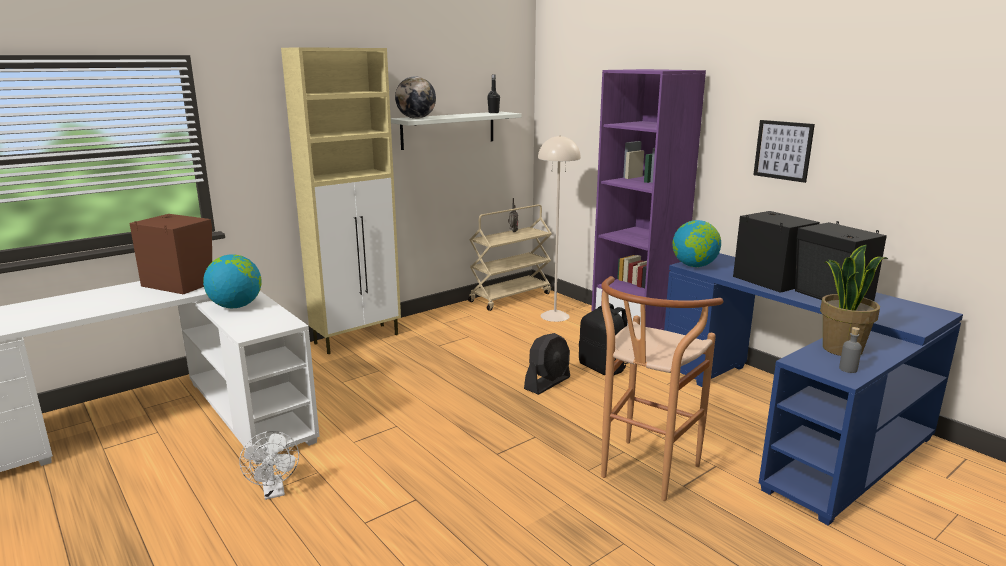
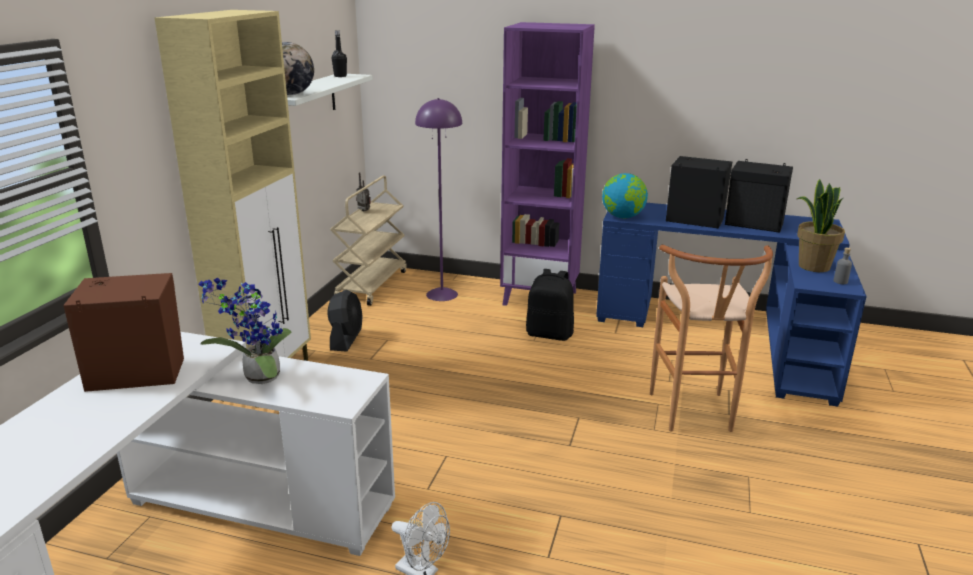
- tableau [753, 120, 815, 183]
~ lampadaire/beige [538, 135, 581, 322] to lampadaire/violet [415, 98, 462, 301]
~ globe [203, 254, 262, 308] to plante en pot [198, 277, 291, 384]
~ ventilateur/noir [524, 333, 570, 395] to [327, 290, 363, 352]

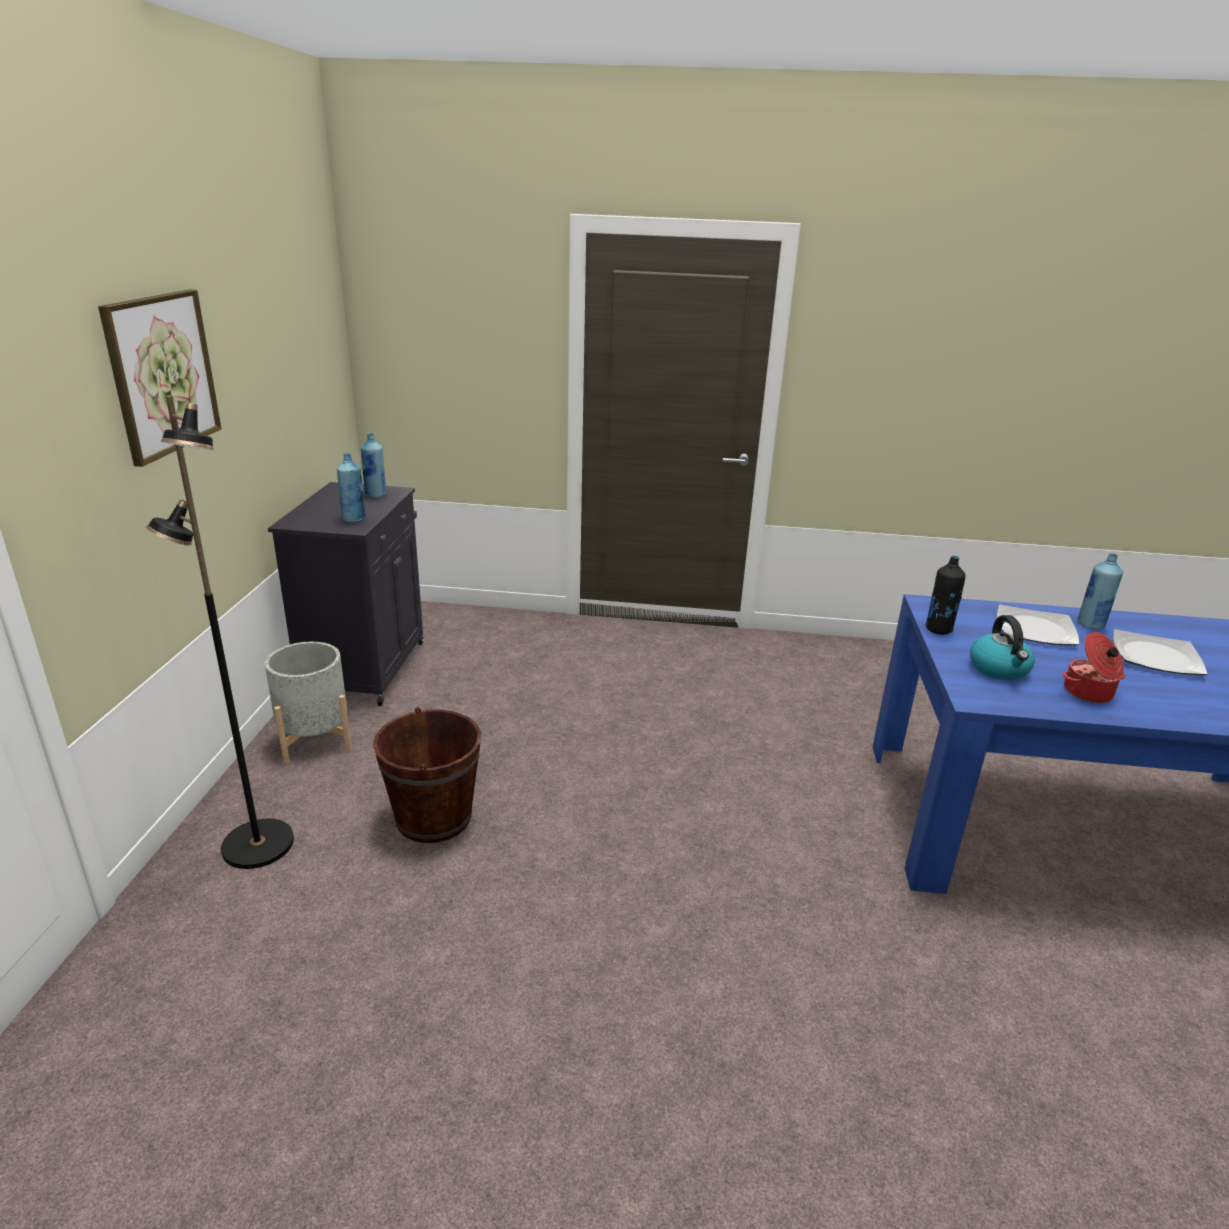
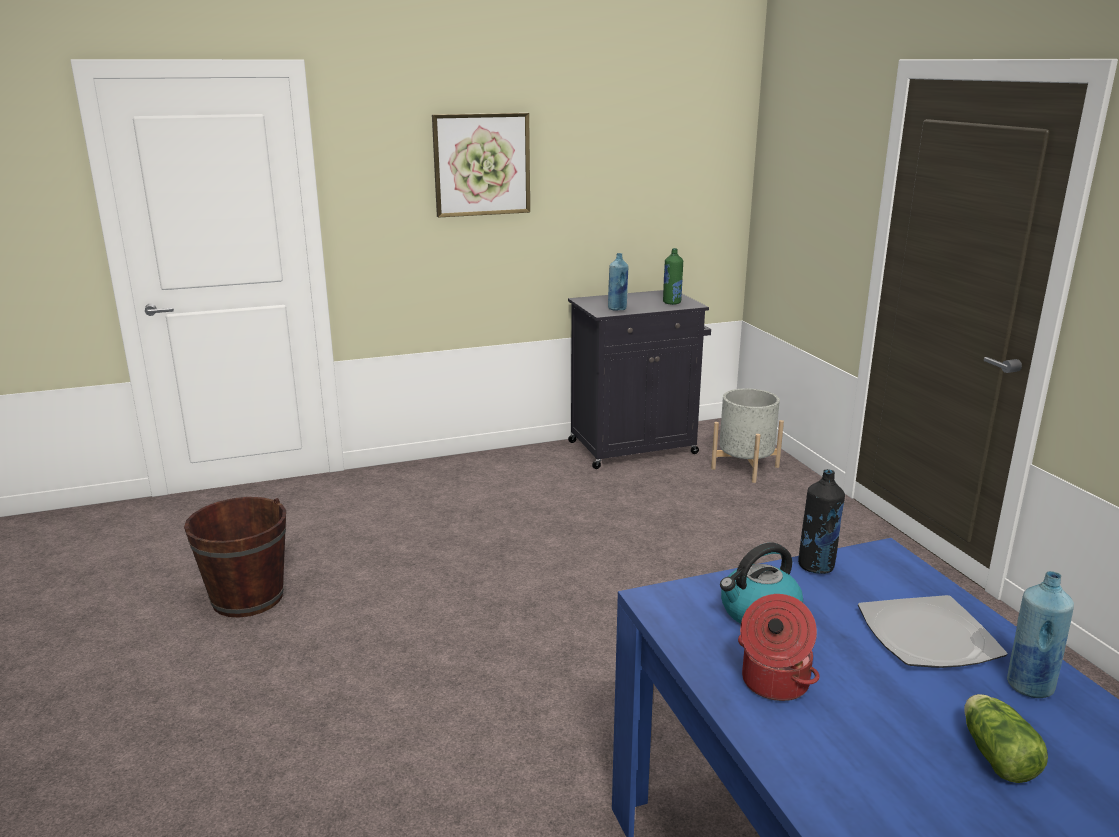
- lampadaire/noir [146, 395, 294, 869]
~ bouteille/bleu [361, 433, 386, 498] to bouteille/vert [663, 248, 683, 305]
~ assiette [1113, 629, 1207, 676] to laitue [964, 694, 1048, 783]
~ cache-pot/gris [265, 642, 352, 764] to [711, 388, 784, 483]
~ seau/marron [373, 707, 481, 843] to [184, 497, 286, 618]

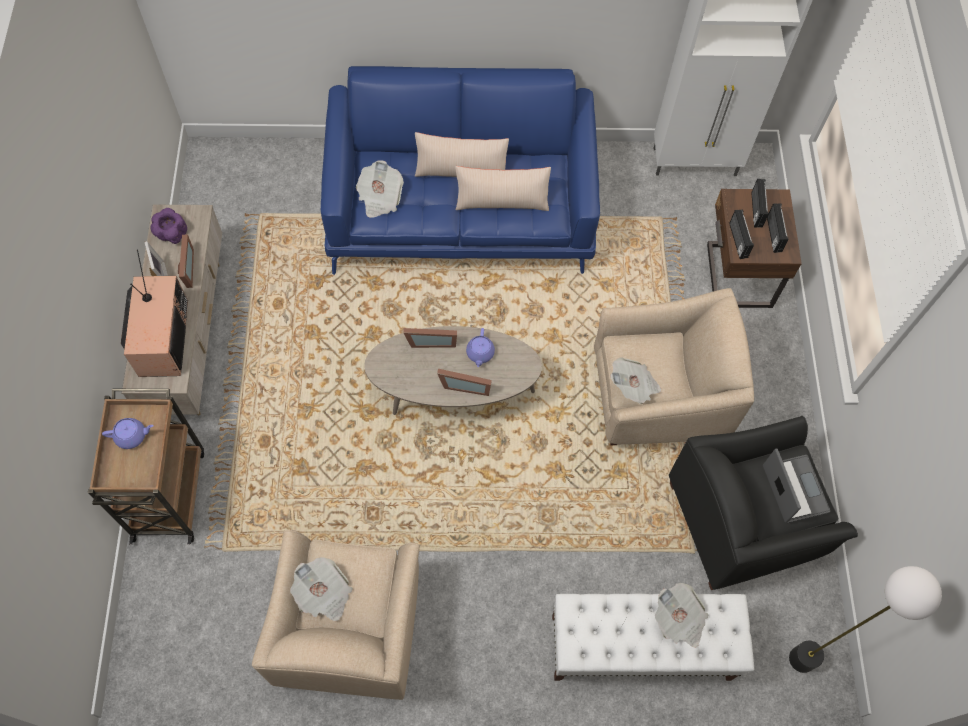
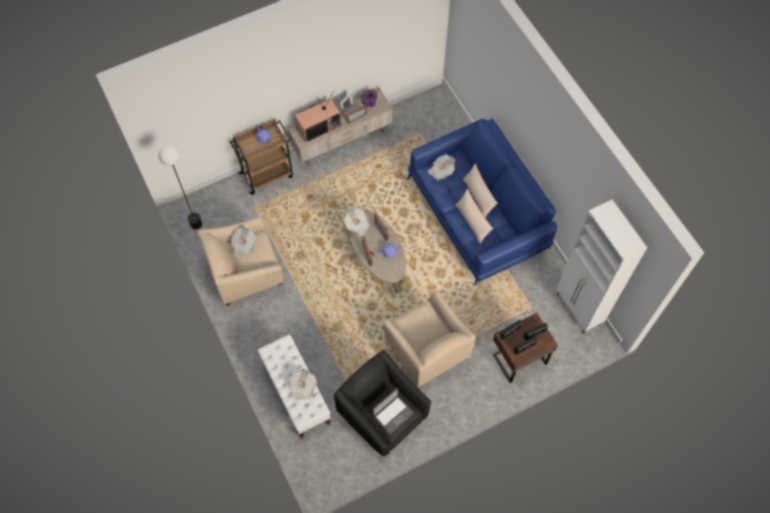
~ journal [610, 357, 661, 404] to [344, 208, 370, 237]
~ lampadaire [789, 566, 942, 673] to [158, 144, 202, 229]

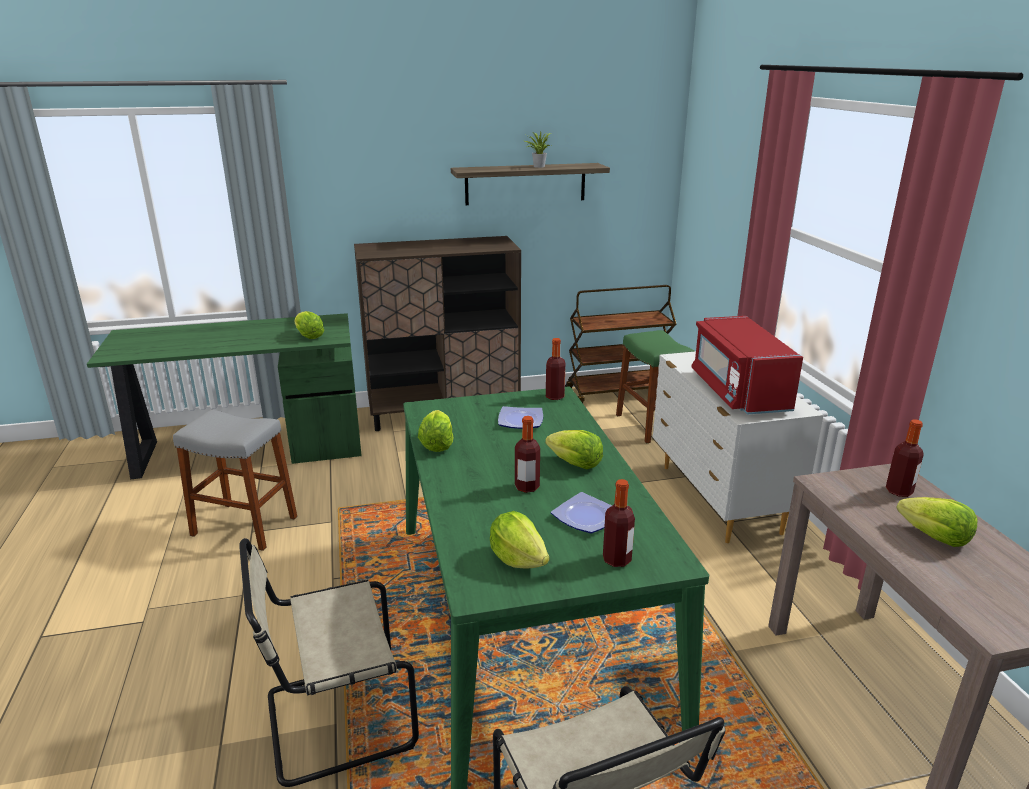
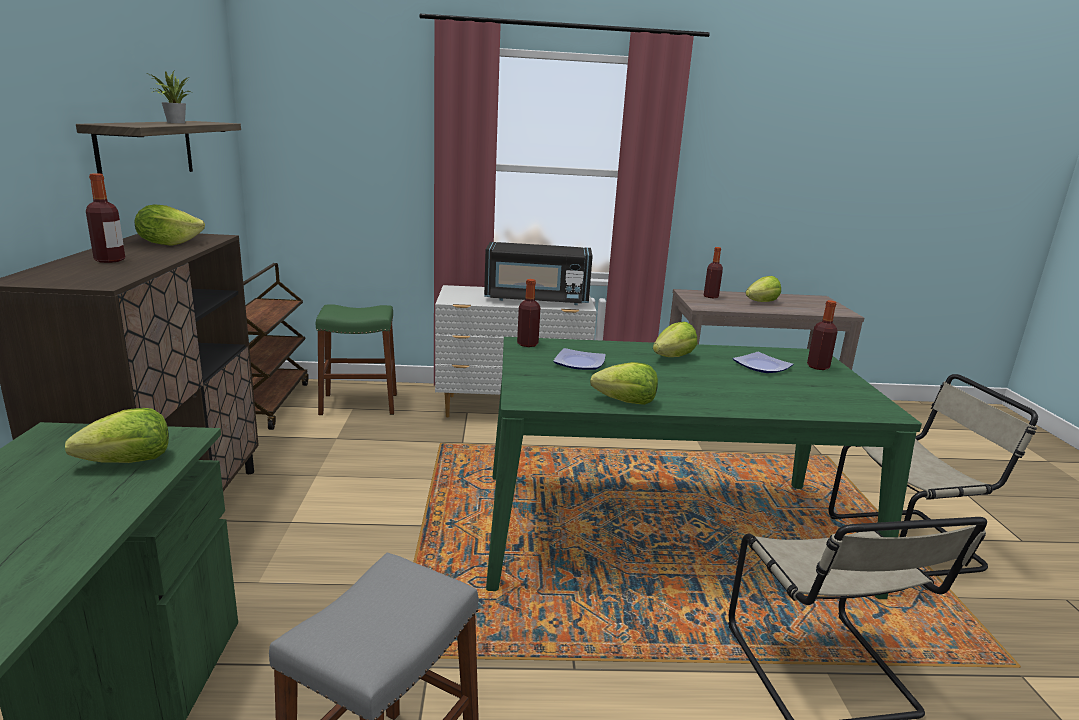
~ micro-ondes/rouge [691, 316, 803, 415] to micro-ondes/noir [484, 242, 593, 305]
~ bouteille [515, 416, 540, 493] to [86, 173, 125, 263]
~ laitue [490, 511, 550, 568] to [135, 204, 205, 246]

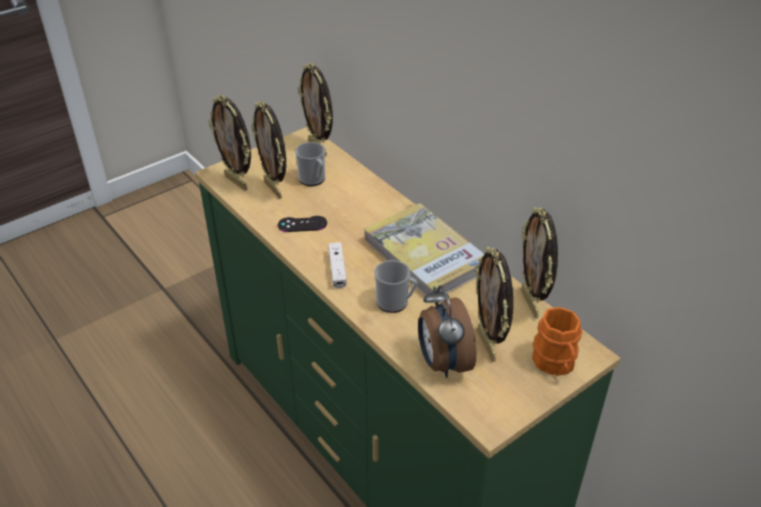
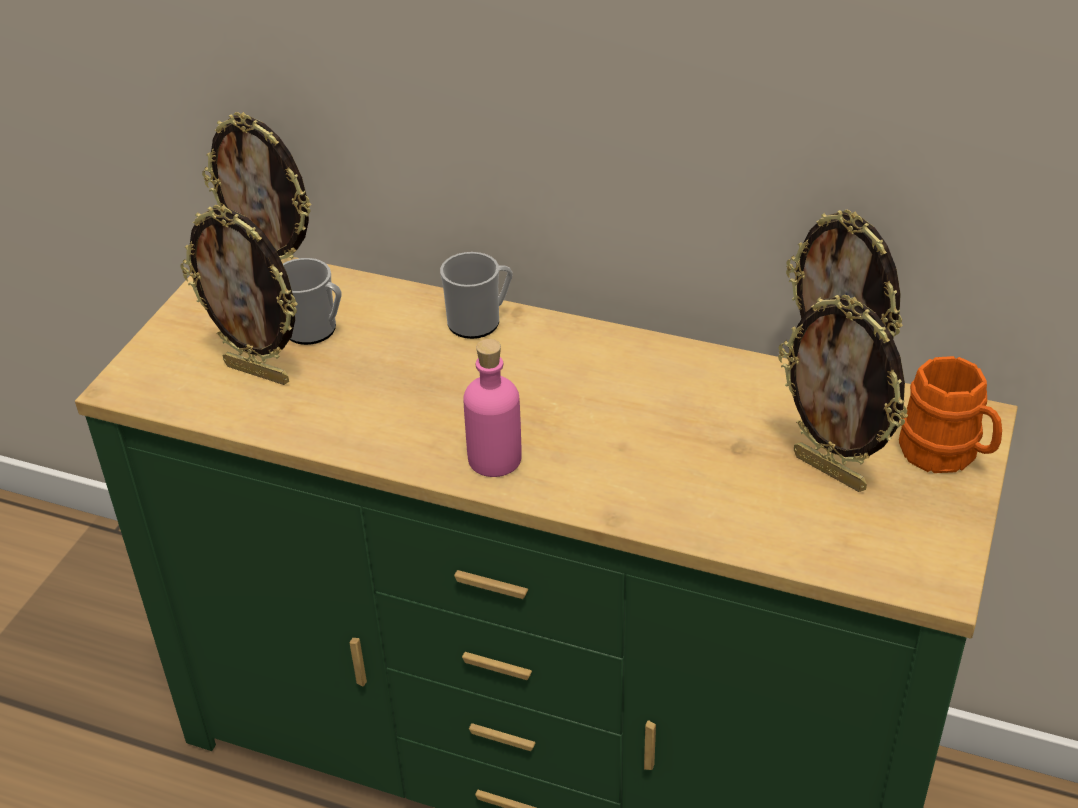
- cadre photo [208, 95, 251, 191]
- livre [364, 203, 485, 295]
- manette/noir [278, 216, 327, 232]
~ manette/blanc [328, 242, 347, 288] to bouteille/rose [463, 339, 522, 477]
~ mug [374, 260, 418, 313] to [440, 252, 512, 339]
- réveil [418, 285, 476, 378]

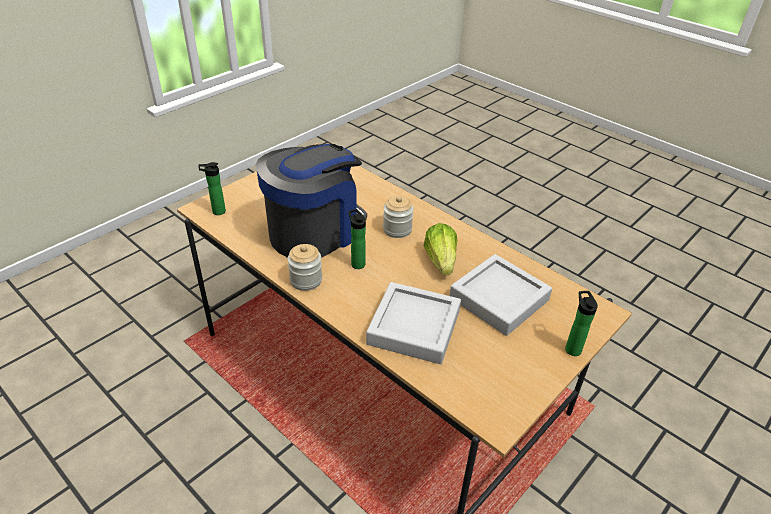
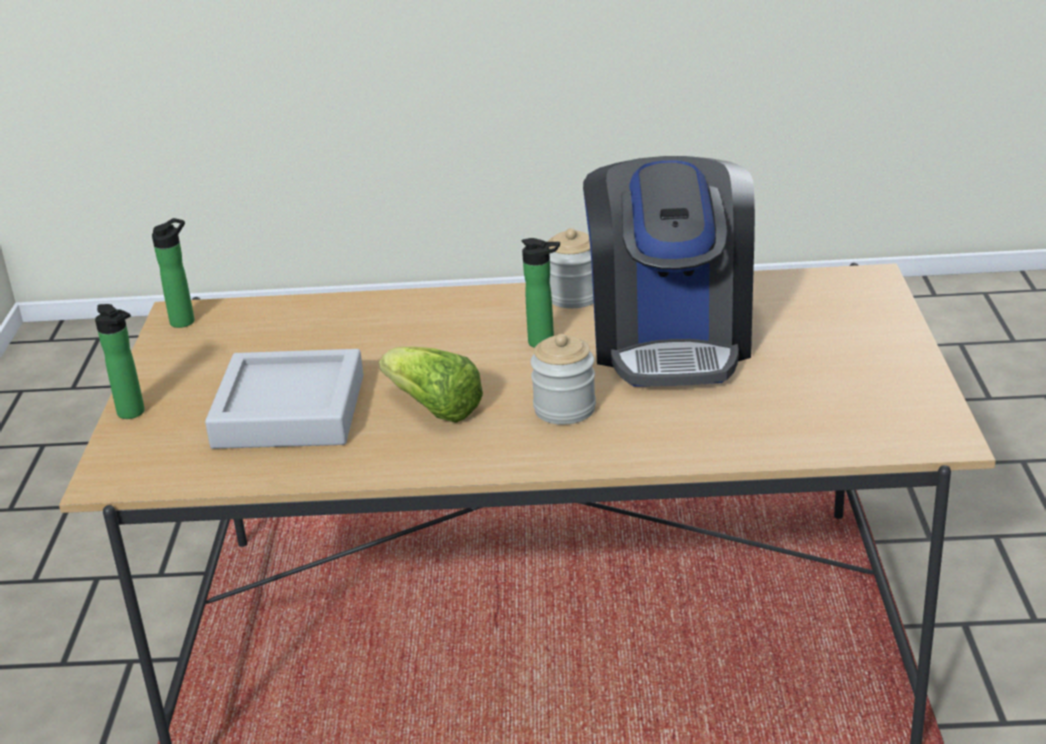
~ bouteille [198, 162, 226, 215] to [152, 218, 195, 328]
- plateau/gris [366, 282, 461, 364]

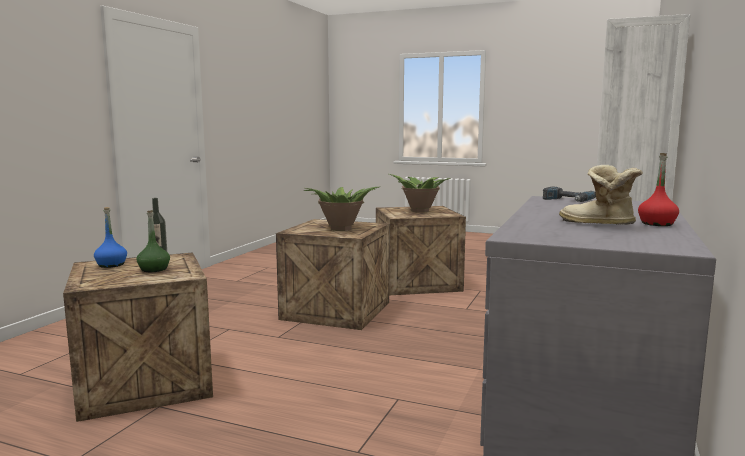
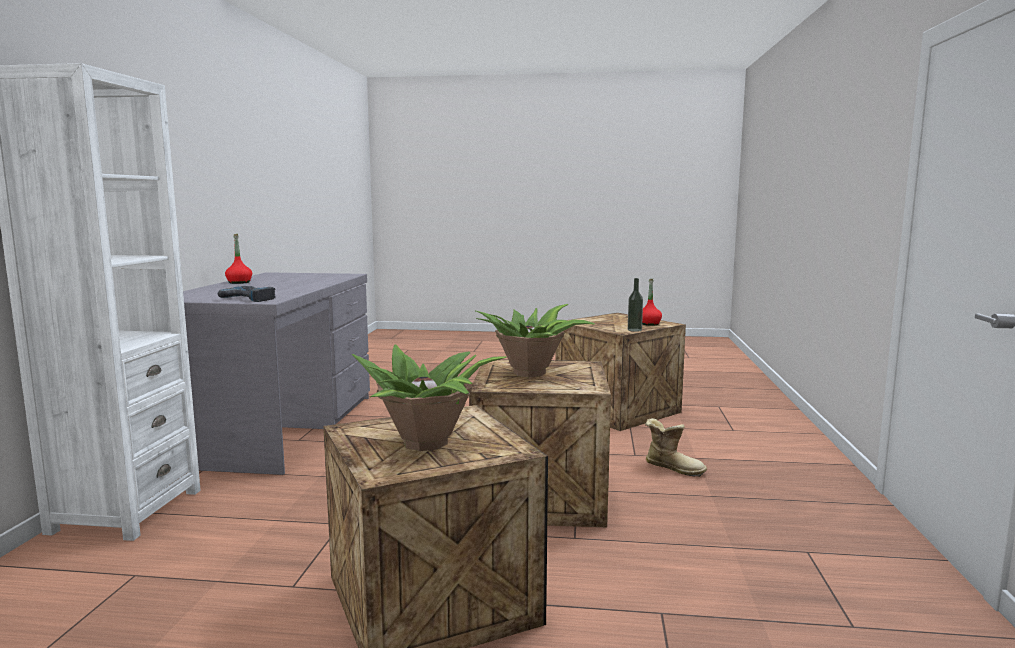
~ botte [559, 165, 643, 225] to [645, 418, 707, 477]
~ bouteille/bleu [94, 207, 127, 268] to bouteille/rouge [642, 279, 662, 326]
- bouteille/vert [136, 210, 170, 272]

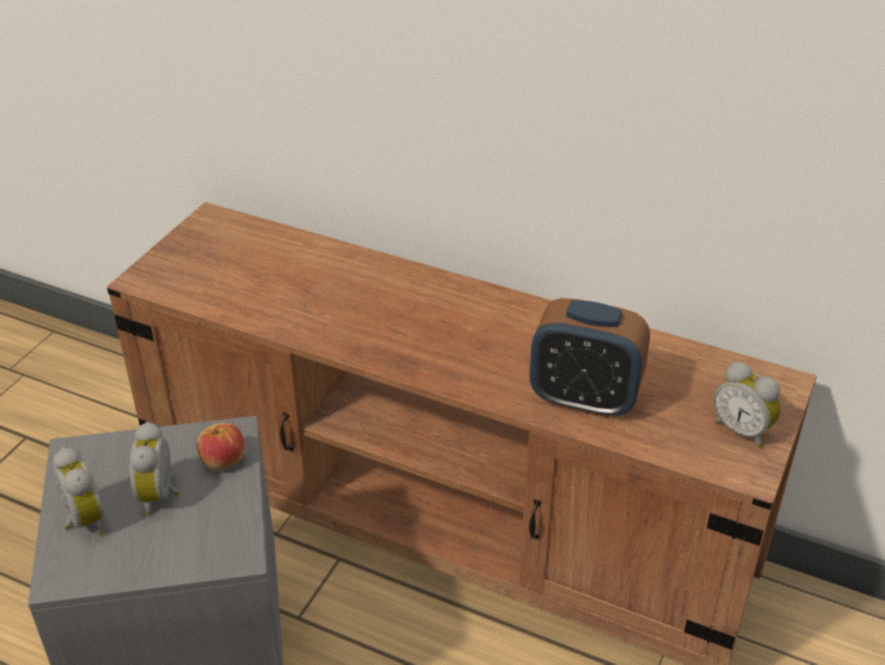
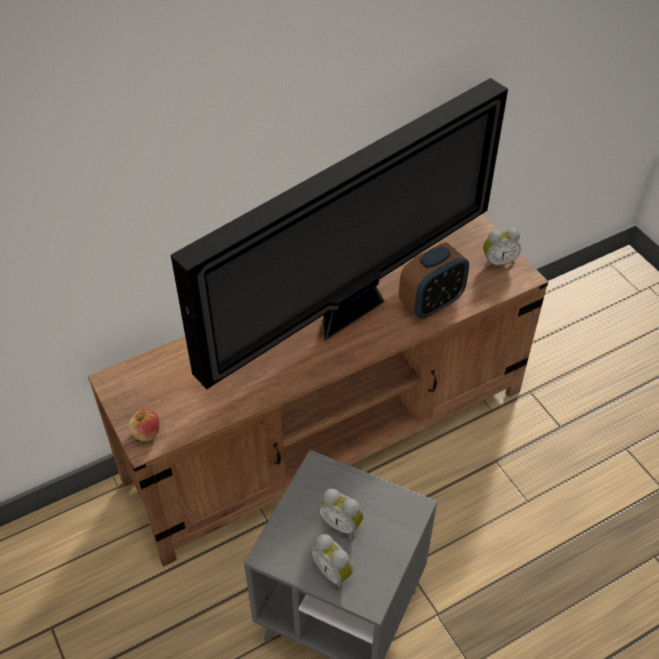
~ pomme [197, 423, 245, 470] to [129, 409, 160, 441]
~ réveil [53, 447, 105, 535] = [311, 534, 353, 590] 135 degrees counterclockwise
+ téléviseur [171, 78, 508, 389]

